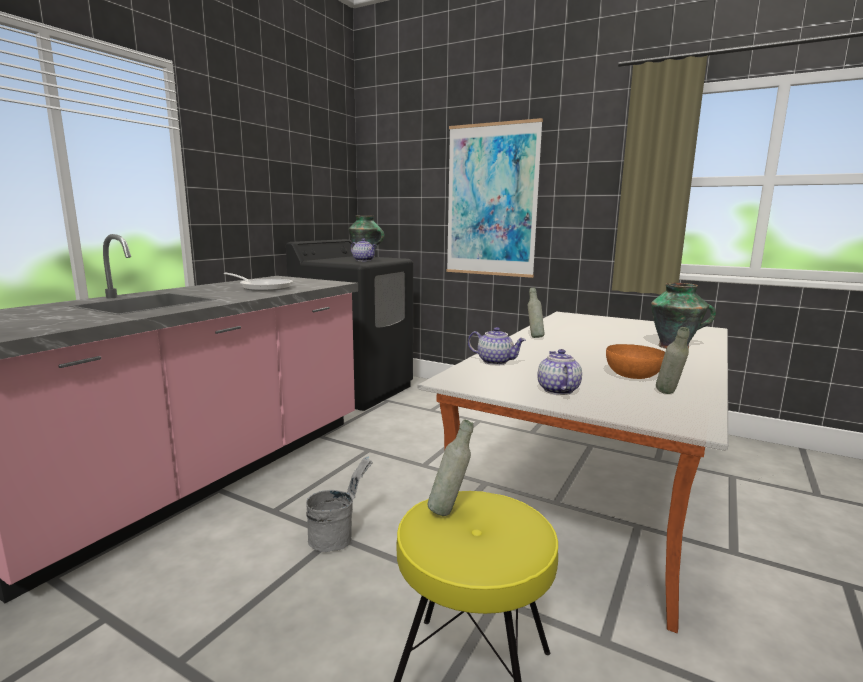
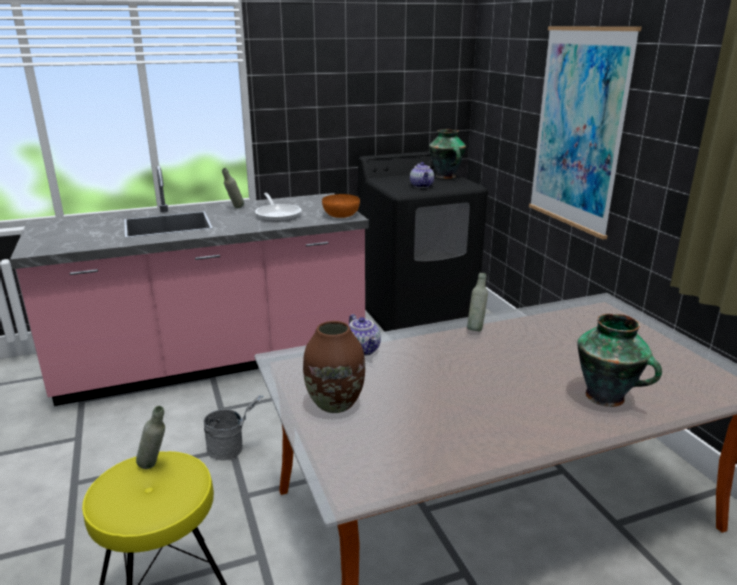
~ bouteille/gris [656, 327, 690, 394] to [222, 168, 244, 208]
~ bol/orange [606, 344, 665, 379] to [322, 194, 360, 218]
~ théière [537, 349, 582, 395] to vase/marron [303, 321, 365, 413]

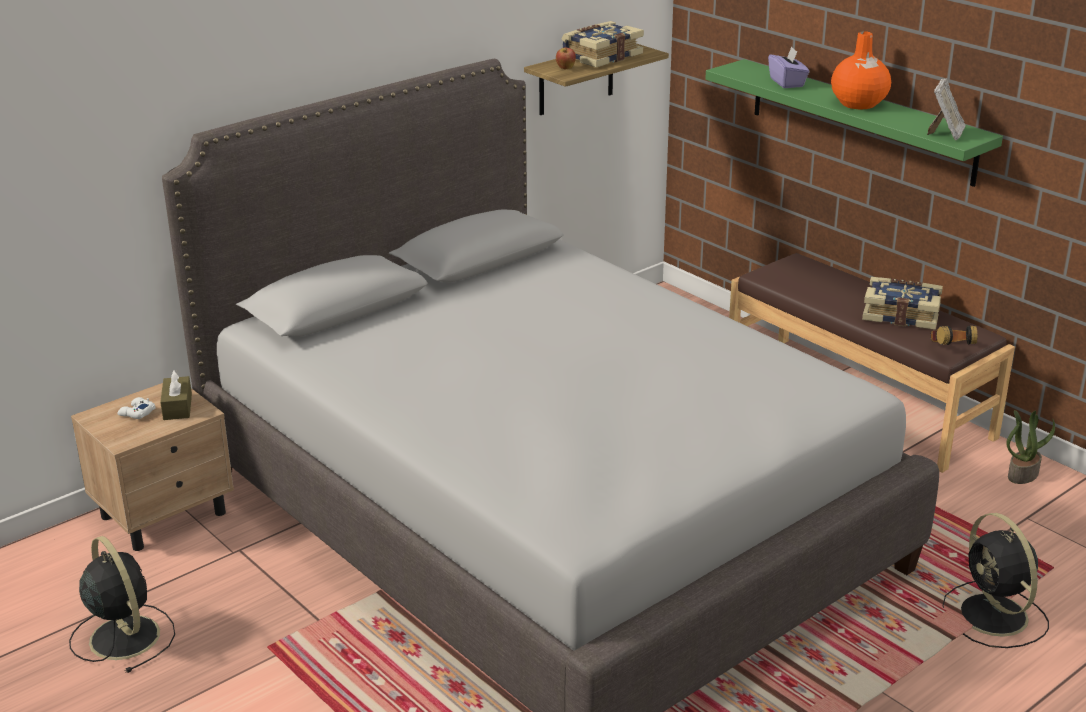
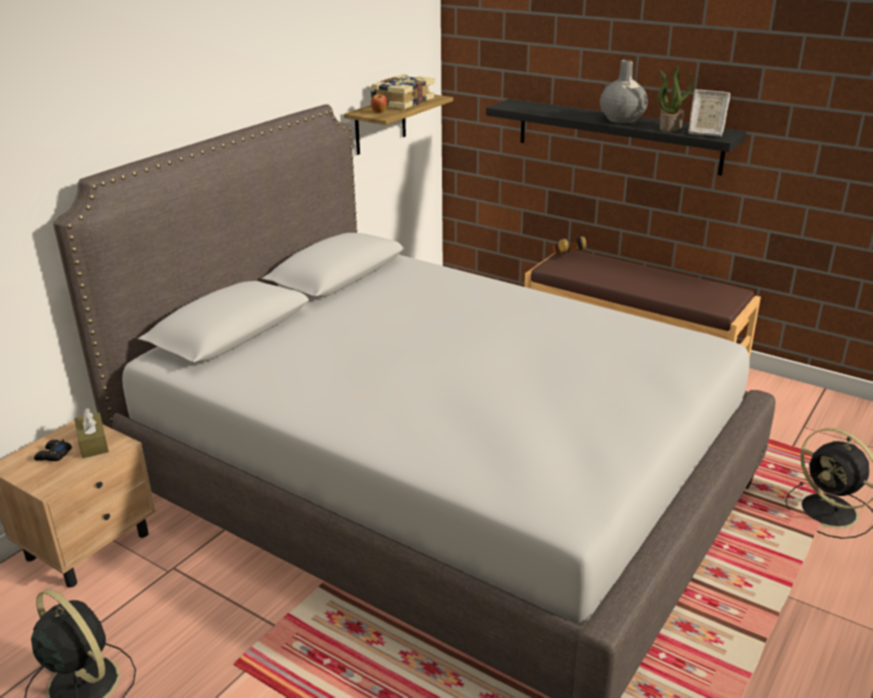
~ vase/orange [831, 31, 891, 109] to vase/gris [600, 60, 648, 123]
- boîte à mouchoirs/violet [768, 47, 809, 88]
~ étagère/vert [705, 59, 1003, 187] to étagère/noir [486, 99, 747, 176]
~ cadre photo [927, 78, 966, 140] = [688, 89, 730, 137] 105 degrees clockwise
- livre [862, 277, 943, 330]
~ casque audio [930, 325, 977, 345] to [553, 236, 586, 253]
~ manette/blanc [117, 397, 156, 419] to manette/noir [34, 439, 72, 461]
~ plante en pot [1006, 410, 1055, 484] to [657, 66, 693, 132]

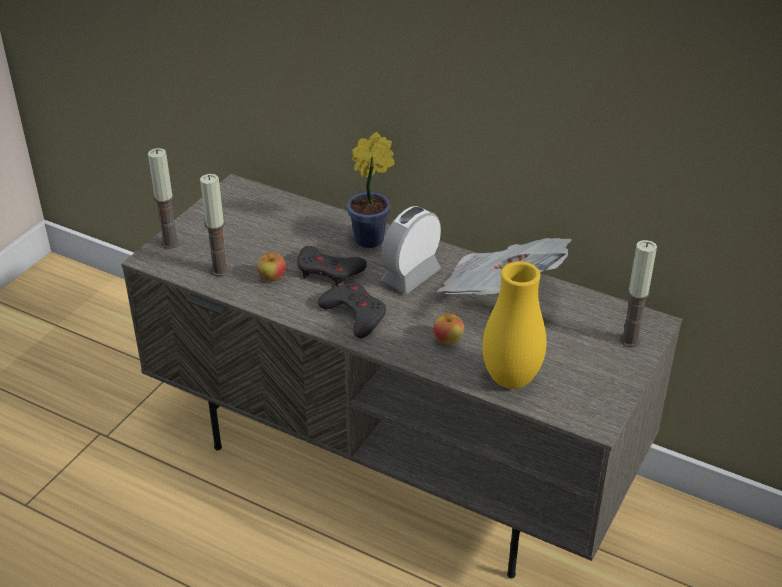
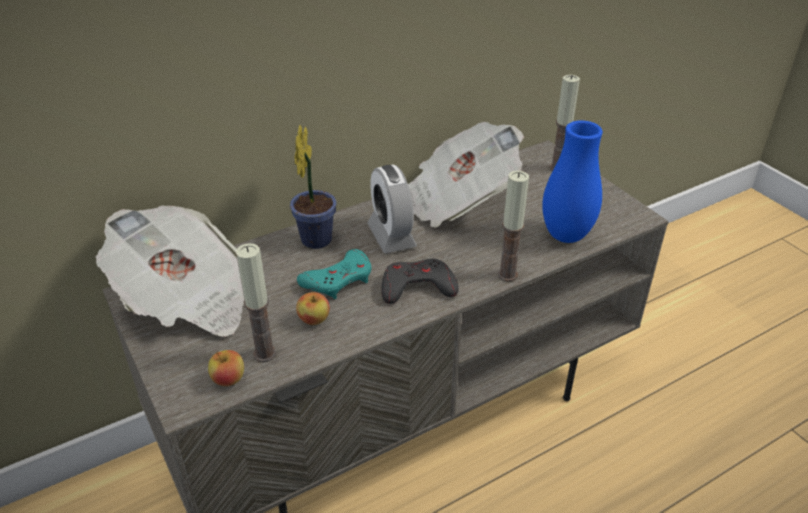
~ bougie [148, 148, 180, 249] to [497, 171, 529, 282]
~ manette/gris [297, 246, 367, 286] to manette/turquoise [297, 249, 372, 299]
~ vase/jaune [482, 261, 547, 389] to vase/bleu [542, 121, 603, 243]
~ pomme [433, 311, 464, 345] to [208, 350, 244, 386]
+ journal [96, 205, 244, 337]

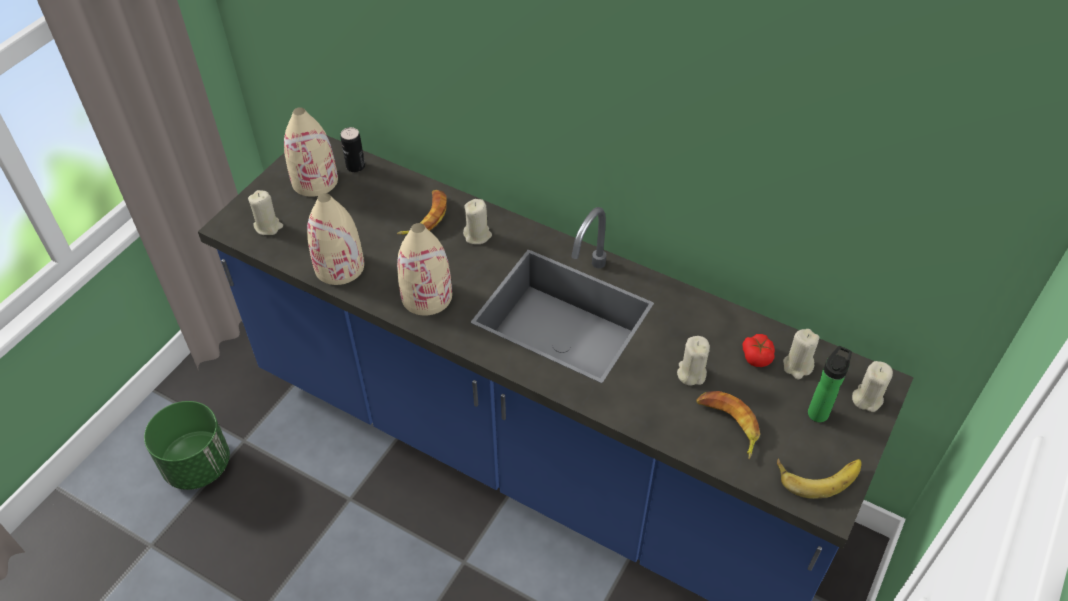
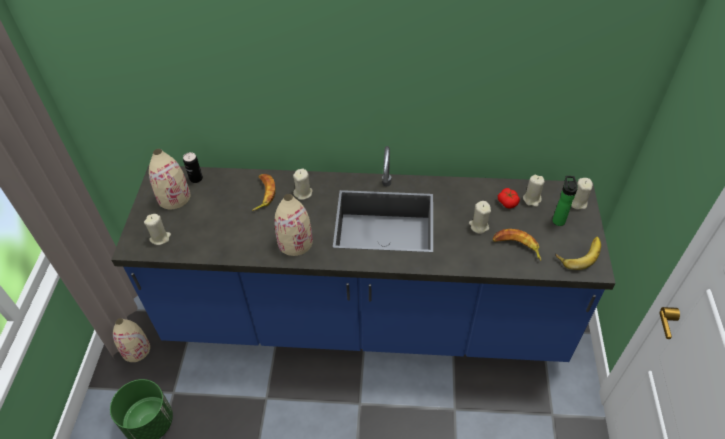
~ vase/beige [307, 193, 364, 285] to [113, 318, 150, 362]

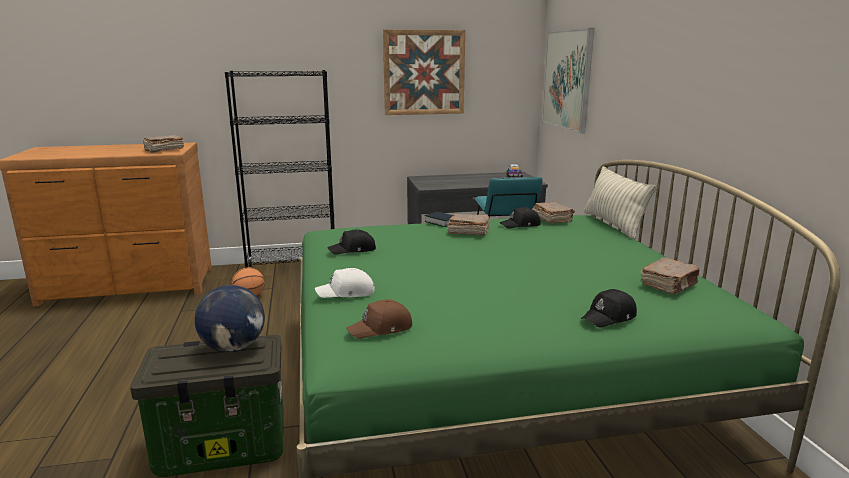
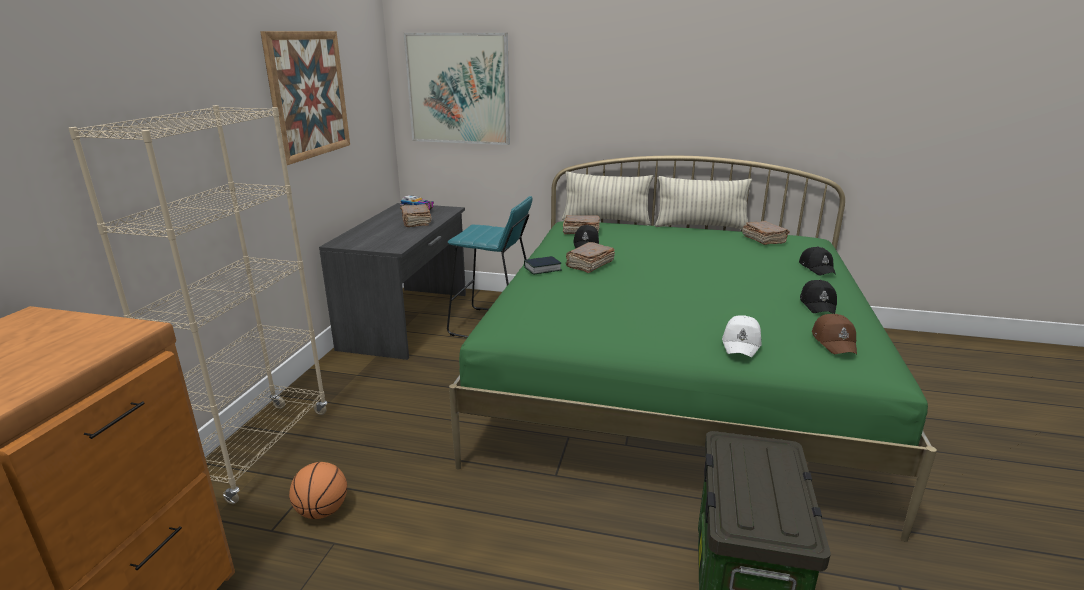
~ bibliothèque/noir [225, 70, 335, 268] to bibliothèque/beige [69, 105, 327, 504]
~ livre/marron [143, 135, 184, 153] to [400, 204, 432, 227]
~ casquette/noir [327, 229, 376, 255] to [800, 280, 837, 314]
- globe [195, 285, 265, 352]
+ coussin [655, 176, 752, 230]

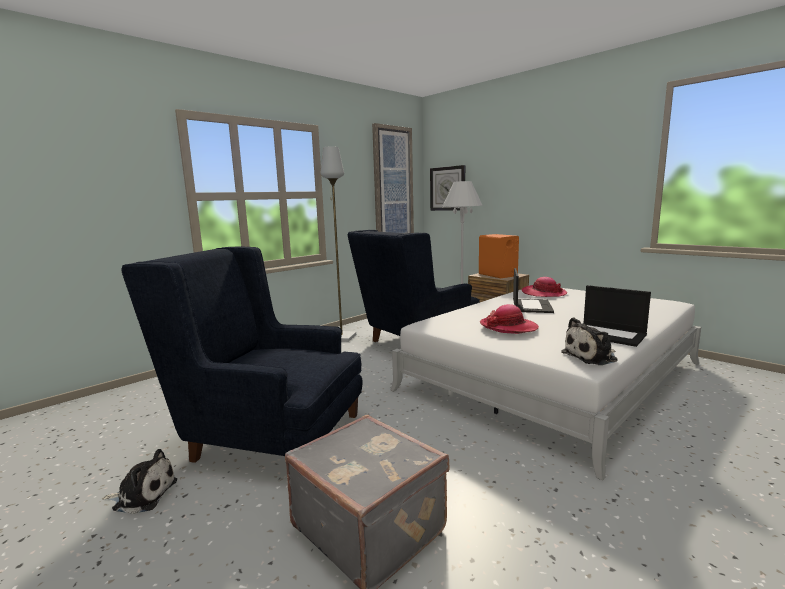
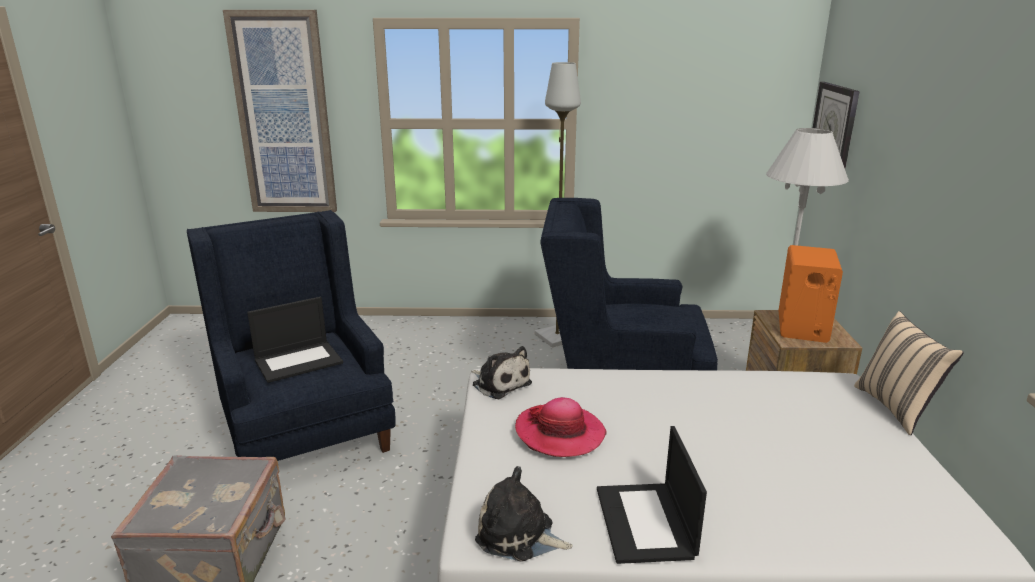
~ tableau [372, 123, 414, 234] to [223, 10, 337, 212]
~ ordinateur portable [513, 268, 554, 313] to [247, 297, 343, 383]
- chapeau [522, 277, 567, 297]
~ peluche [102, 449, 177, 514] to [471, 346, 532, 399]
+ coussin/beige [854, 311, 964, 435]

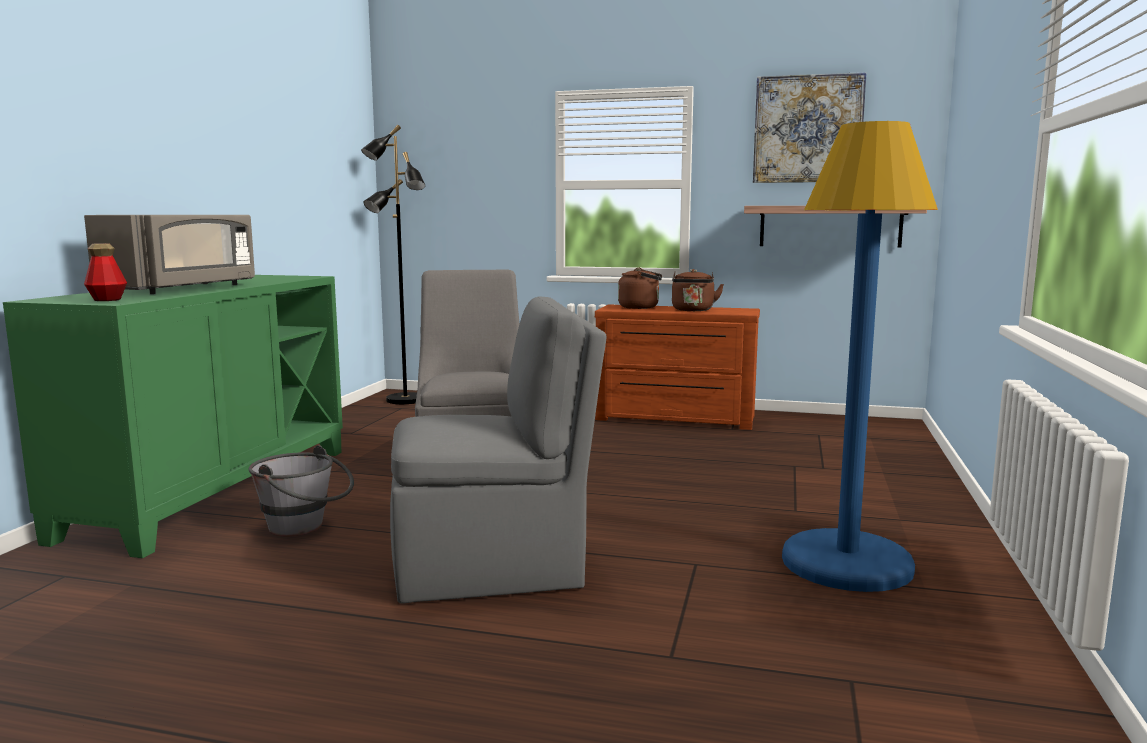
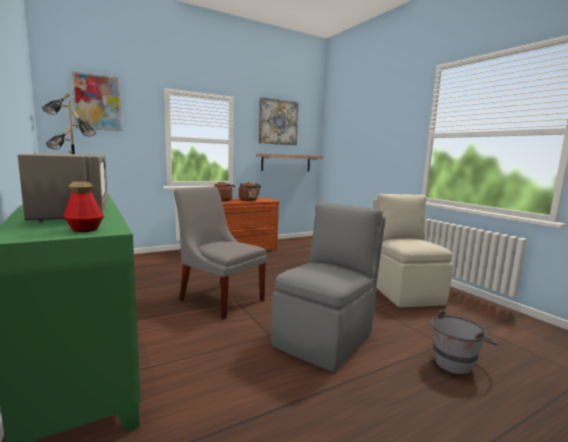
~ lampadaire/bleu [782, 121, 938, 592] to chaise/beige [373, 194, 453, 307]
~ seau/gris [248, 446, 354, 536] to [431, 310, 498, 375]
+ tableau [72, 71, 122, 131]

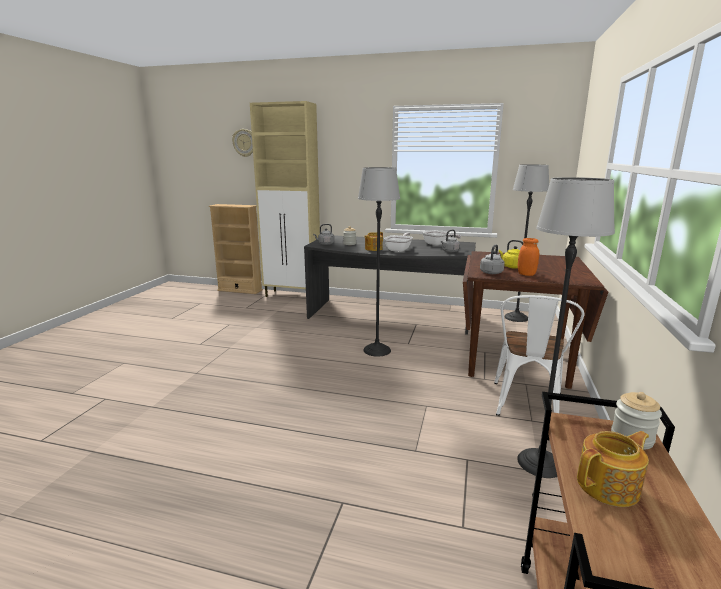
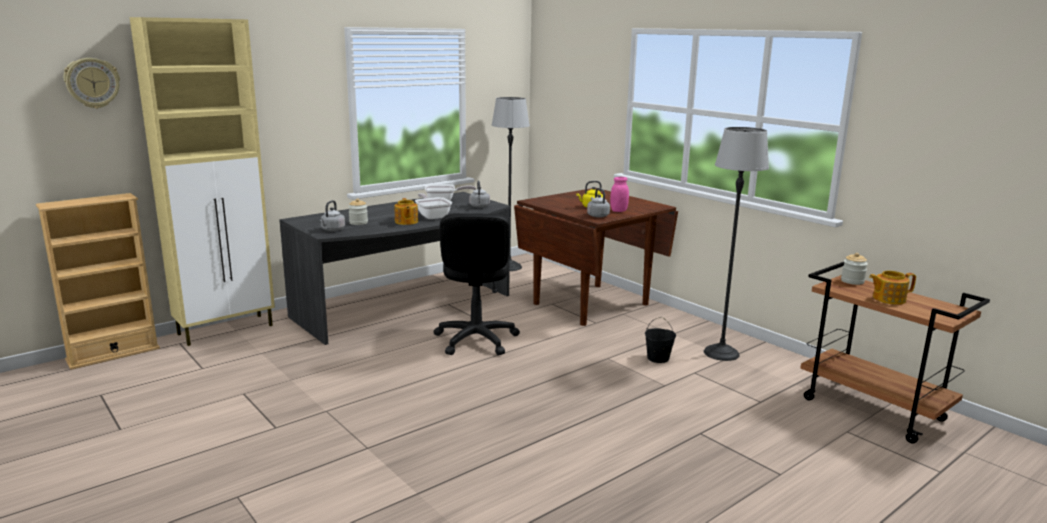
~ lampadaire [358, 167, 400, 356] to chaise de bureau/noir [434, 213, 520, 355]
~ bocal/orange [518, 238, 539, 276] to bocal/rose [610, 177, 629, 212]
- chaise/blanc [494, 295, 584, 416]
~ théière [577, 431, 649, 507] = [869, 271, 916, 305] 105 degrees counterclockwise
+ seau/noir [645, 317, 676, 363]

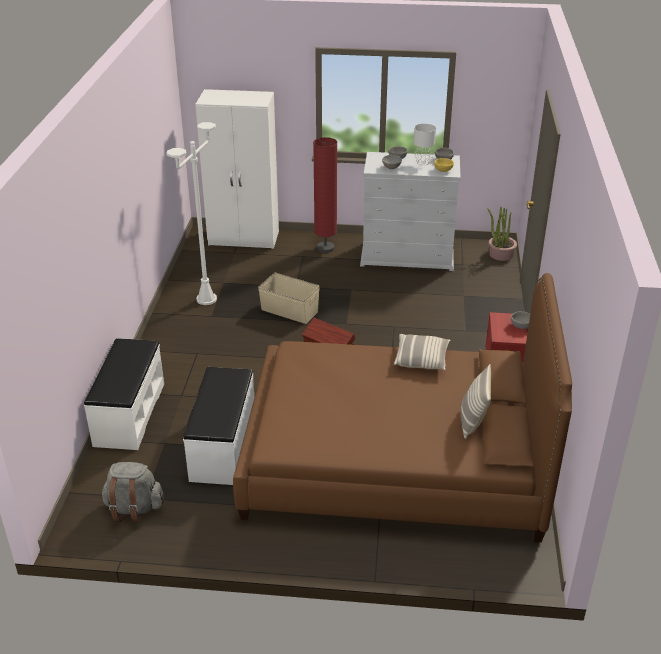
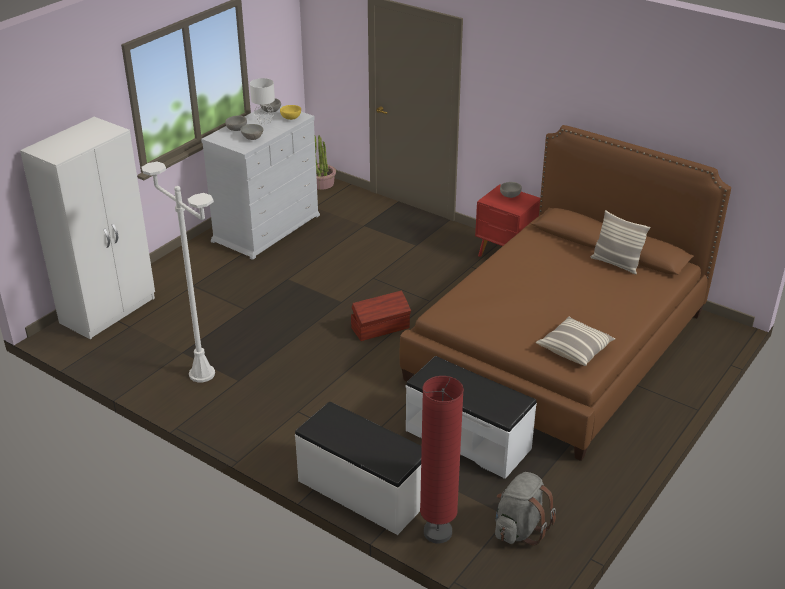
~ lampadaire/rouge [313, 137, 337, 253] to [420, 376, 464, 544]
- boîte de rangement/beige [258, 273, 320, 324]
~ coussin [394, 334, 451, 370] to [536, 316, 616, 366]

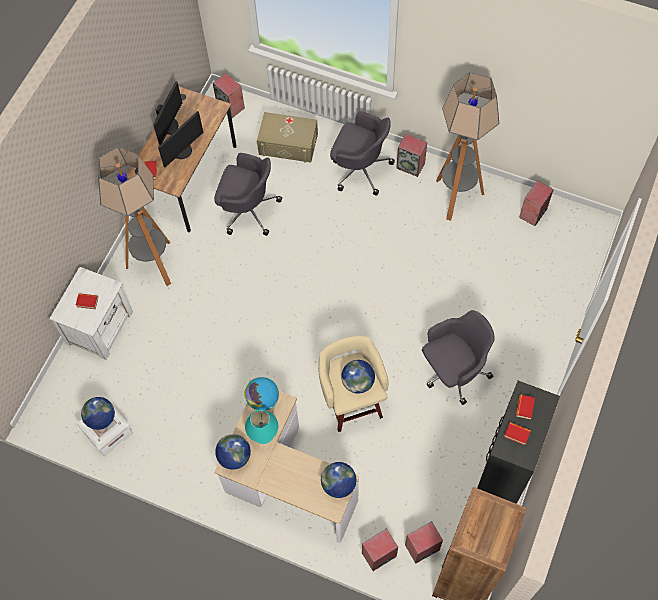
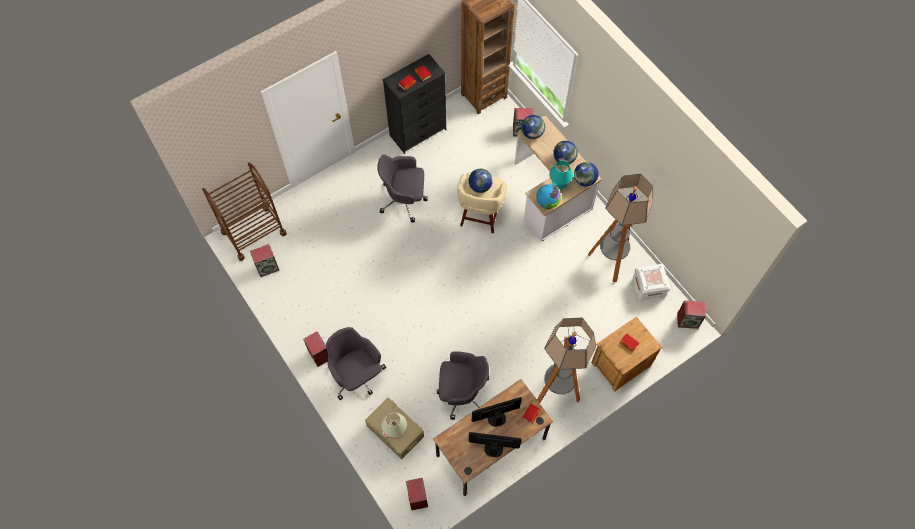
~ lampadaire [436, 72, 499, 221] to [588, 174, 653, 282]
~ écran d'ordinateur [153, 81, 182, 145] = [469, 432, 522, 457] 45 degrees clockwise
~ chaise de bureau/gris [214, 153, 282, 236] = [437, 351, 489, 420] 135 degrees clockwise
~ table de chevet/blanc [49, 267, 133, 360] to table de chevet/marron [591, 317, 662, 392]
~ globe [81, 397, 115, 430] to [553, 141, 578, 164]
~ enceinte [405, 521, 443, 564] to [677, 300, 706, 329]
+ chariot/marron [202, 163, 287, 261]
+ lampe de table/beige [381, 412, 407, 438]

